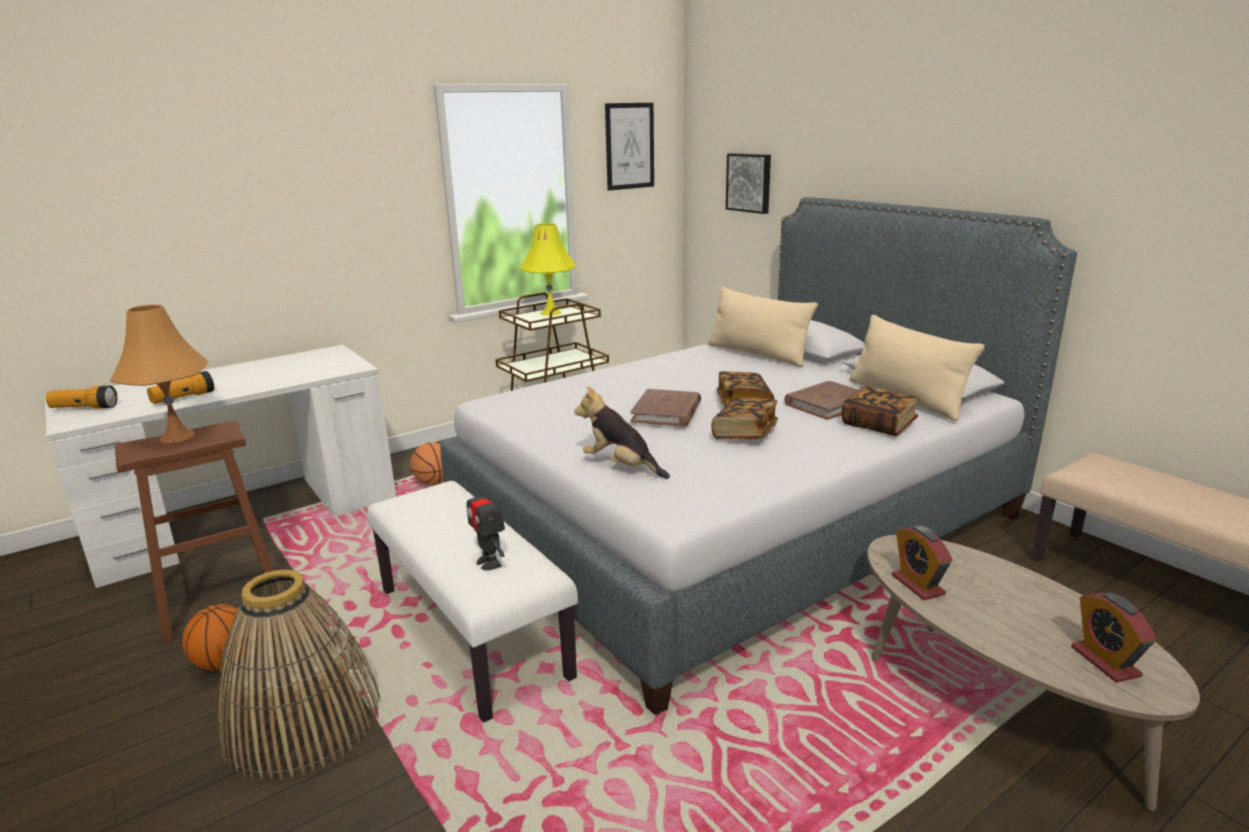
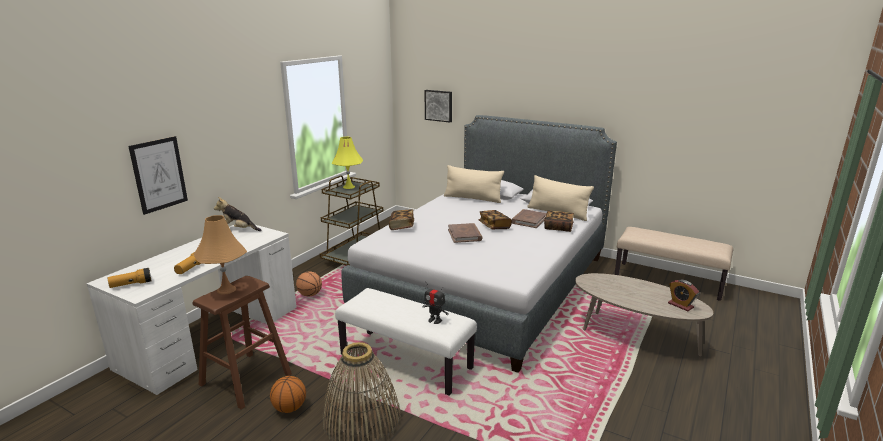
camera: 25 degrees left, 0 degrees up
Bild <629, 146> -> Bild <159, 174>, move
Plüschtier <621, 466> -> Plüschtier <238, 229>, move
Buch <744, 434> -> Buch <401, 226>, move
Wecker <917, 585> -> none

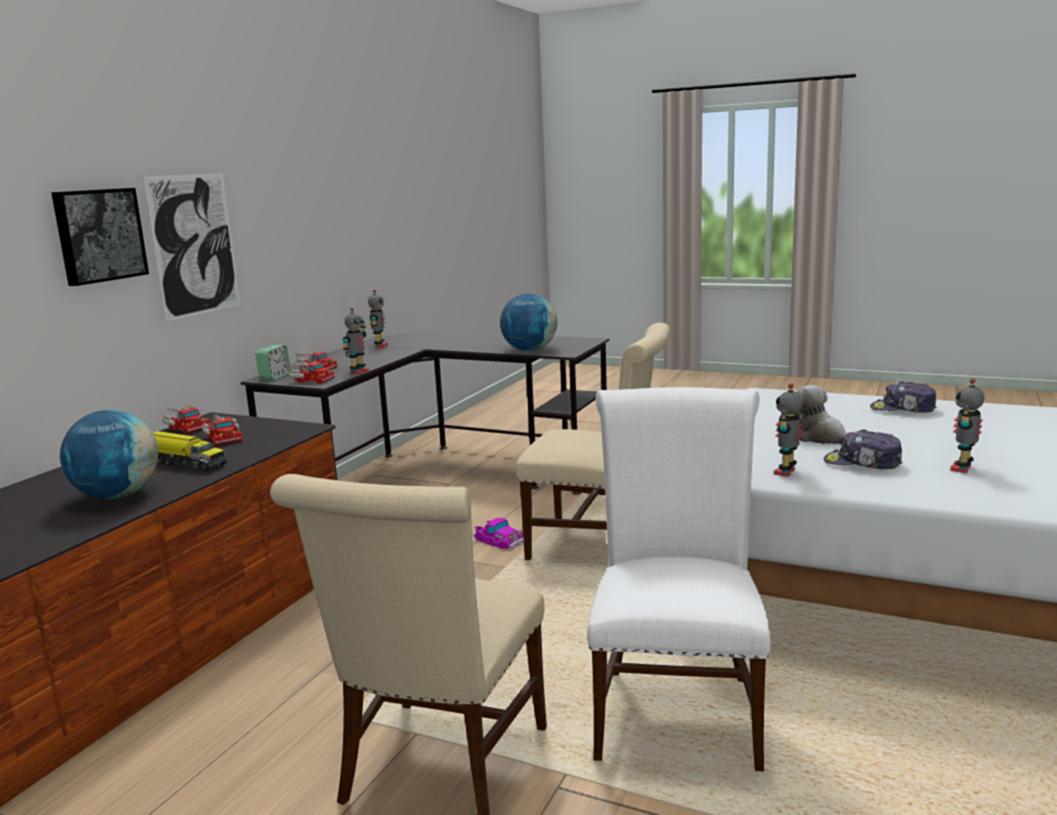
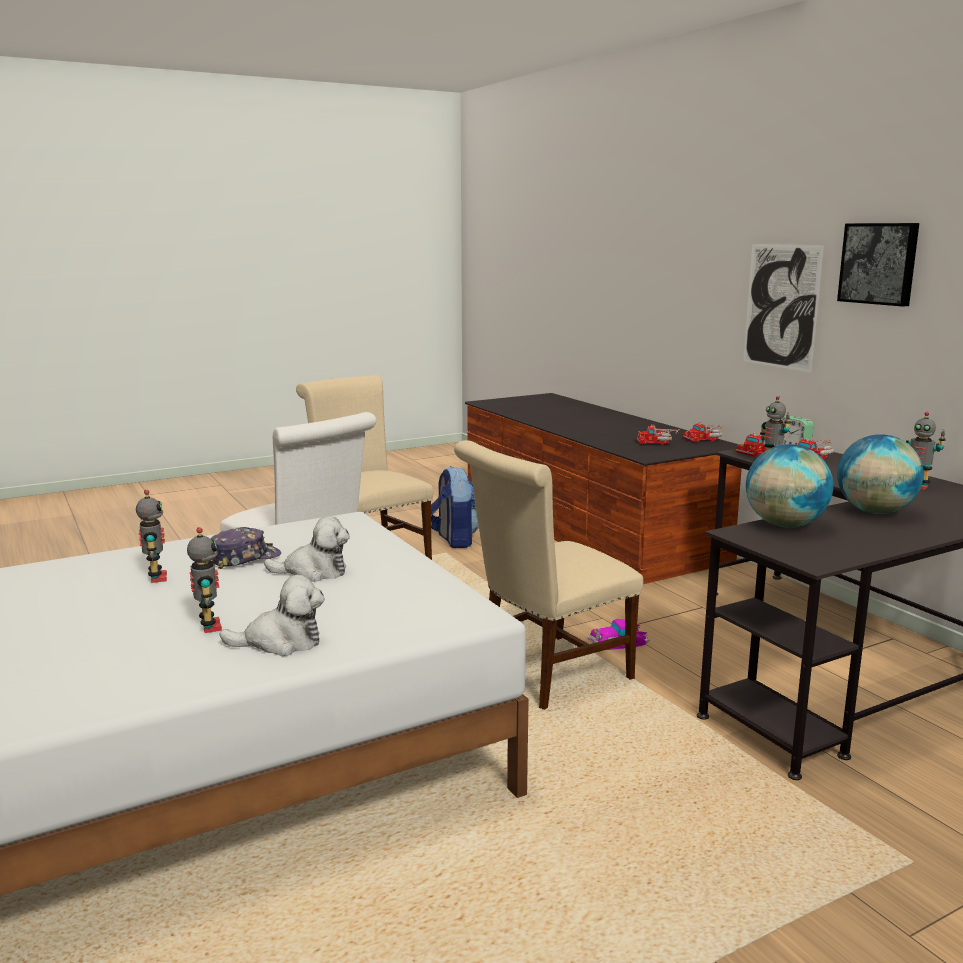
camera: 125 degrees right, 0 degrees up
Spielzeugroboter <786, 472> -> Spielzeugroboter <209, 627>, move
Kappe <903, 409> -> Plüschtier <281, 642>
none -> Rucksack <454, 540>
Bild <99, 235> -> Bild <879, 263>, move
Globus <117, 496> -> Globus <874, 512>, move
Spielzeuglaster <186, 463> -> none

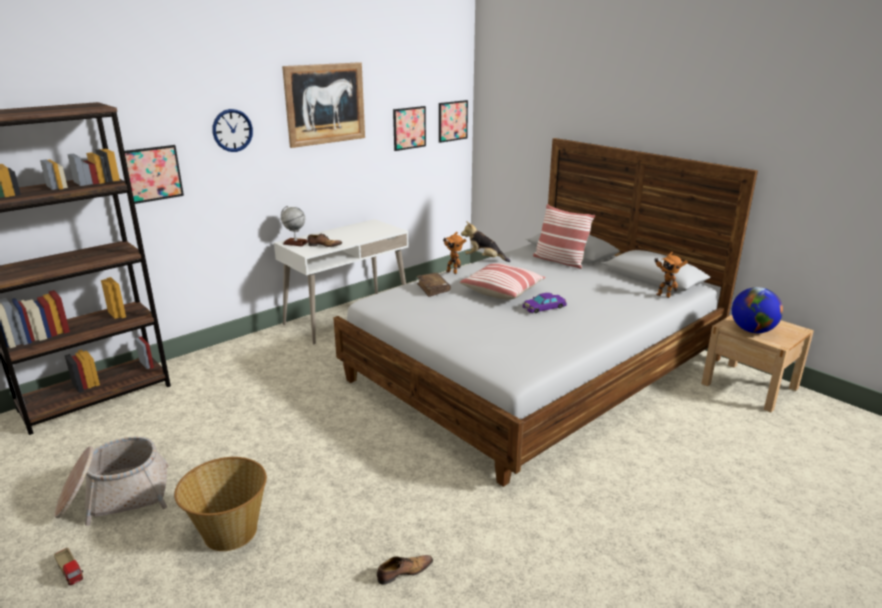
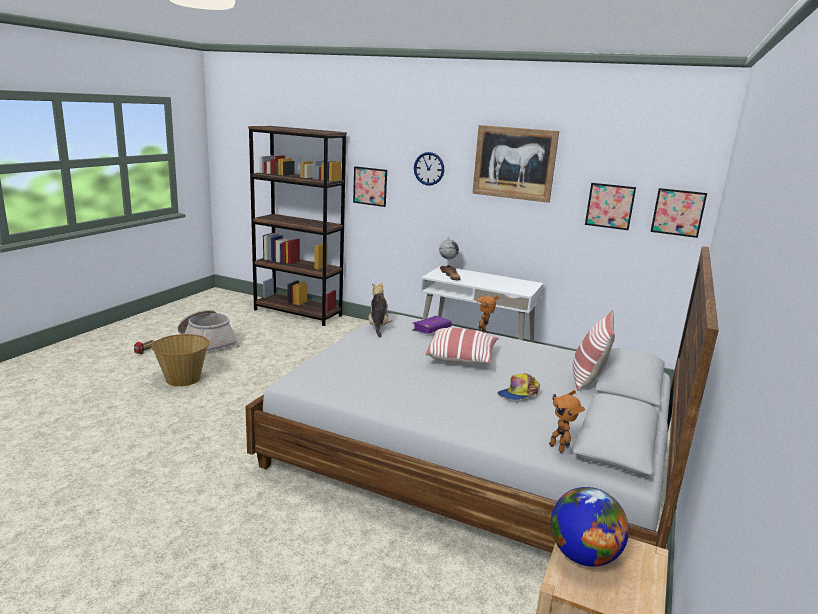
camera: 65 degrees right, 5 degrees down
Plüschtier <484, 259> -> Plüschtier <378, 326>, move
Buch (braun) <433, 289> -> Buch (lila) <431, 330>
none -> Kappe <518, 394>
Spielzeugroboter <664, 295> -> Spielzeugroboter <558, 447>, 45 degrees counterclockwise
Schuh <403, 572> -> none
Spielzeugauto (lila) <544, 307> -> none

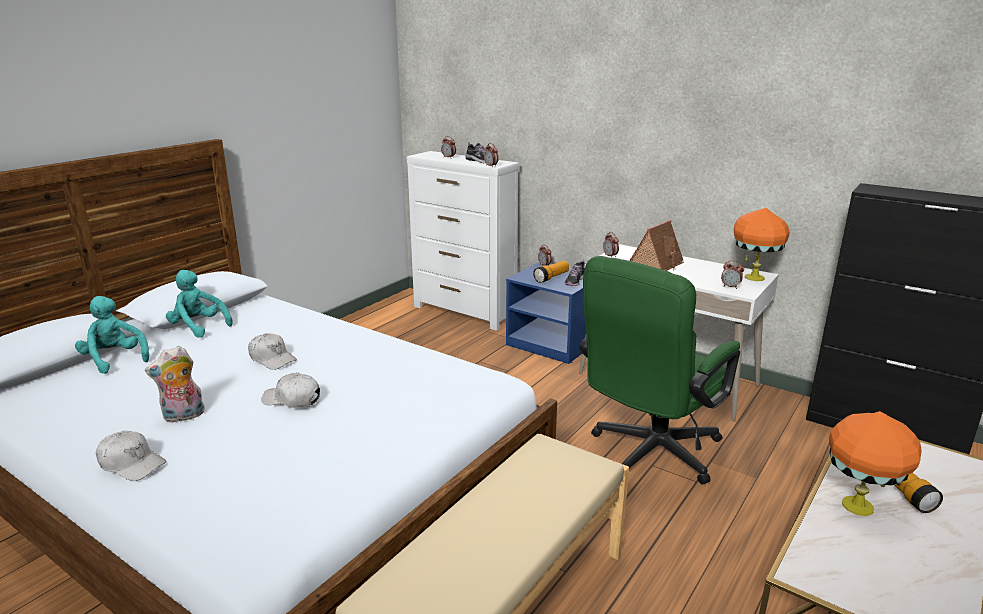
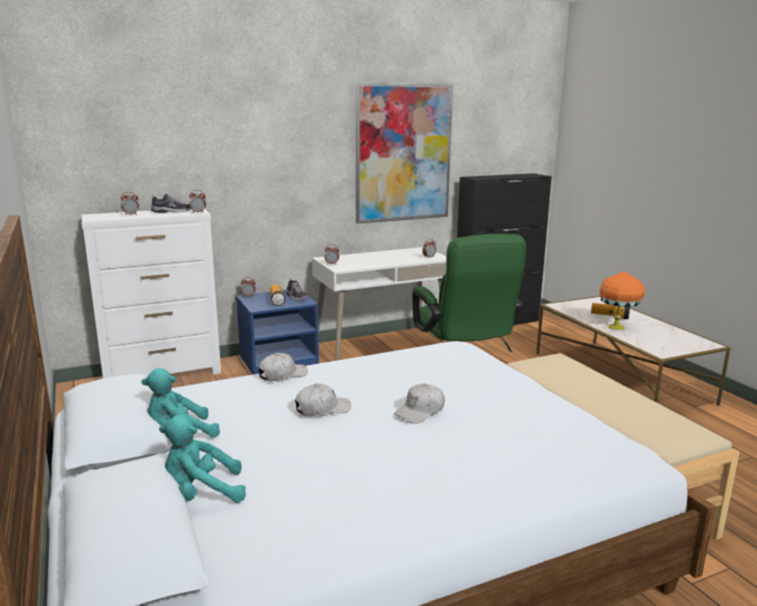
camera: 60 degrees left, 5 degrees down
Kappe (weiß) <131, 464> -> Kappe (weiß) <282, 375>, move
none -> Bild <403, 153>
Plüschtier <183, 416> -> none
Spielzeughaus <657, 265> -> none
Tischlampe (orange) <753, 277> -> none

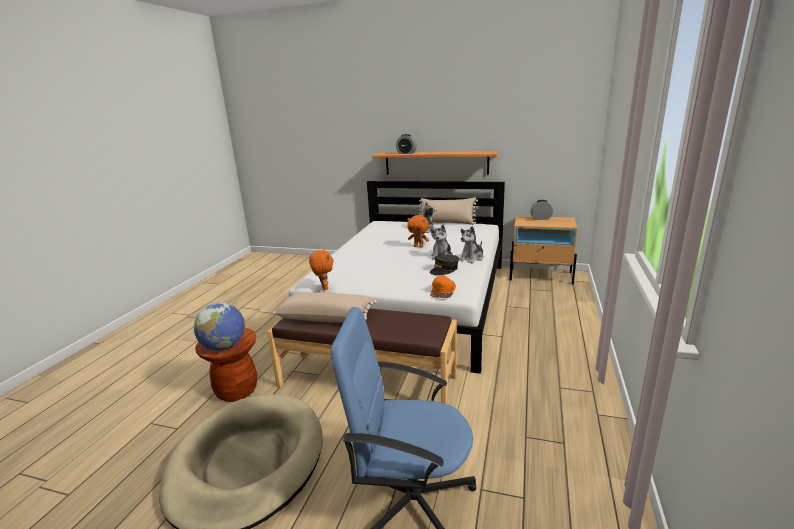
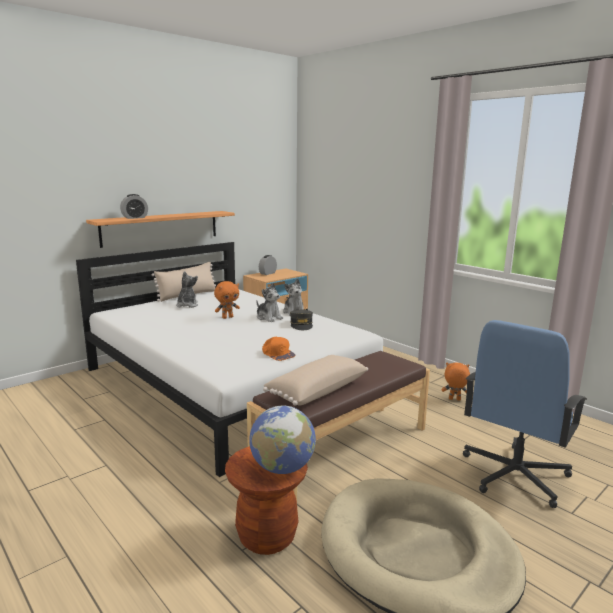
camera: 60 degrees left, 5 degrees down
Kappe (orange) <443, 291> -> Kappe (orange) <278, 354>, move
Plüschtier (orange) <323, 288> -> Plüschtier (orange) <454, 399>, move

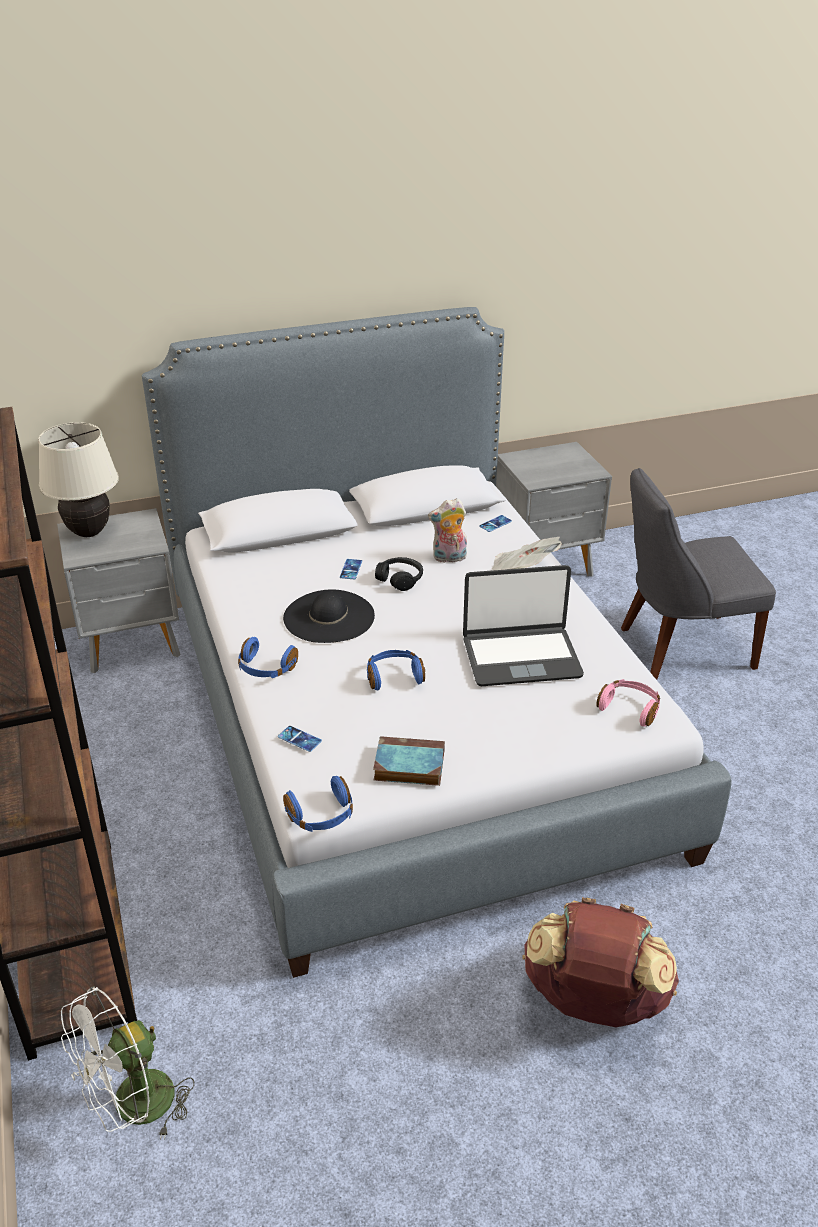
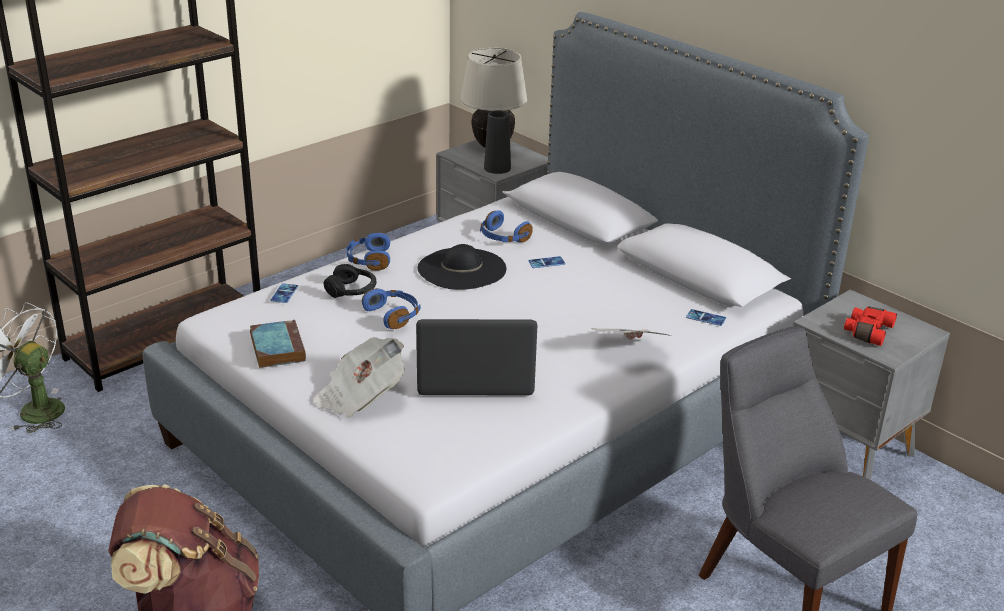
camera: 65 degrees right, 5 degrees down
none -> Zeitung <360, 397>
Kopfhörer (schwarz) <400, 579> -> Kopfhörer (schwarz) <352, 291>, move
Laptop <521, 657> -> Laptop <475, 376>, 120 degrees clockwise
Kopfhörer (blau) <321, 816> -> Kopfhörer (blau) <503, 238>, move
none -> Vase (schwarz) <497, 168>
none -> Fernglas (rot) <866, 332>
Plüschtier <449, 558> -> none
Kopfhörer (rosa) <629, 708> -> none

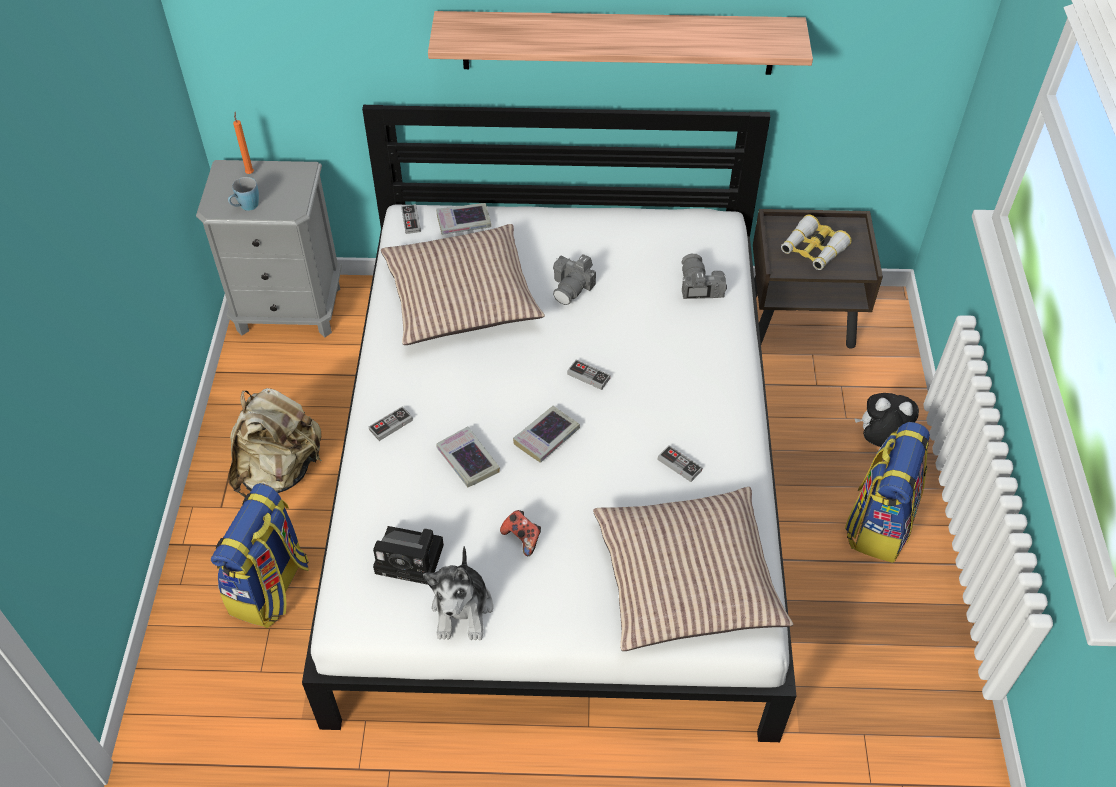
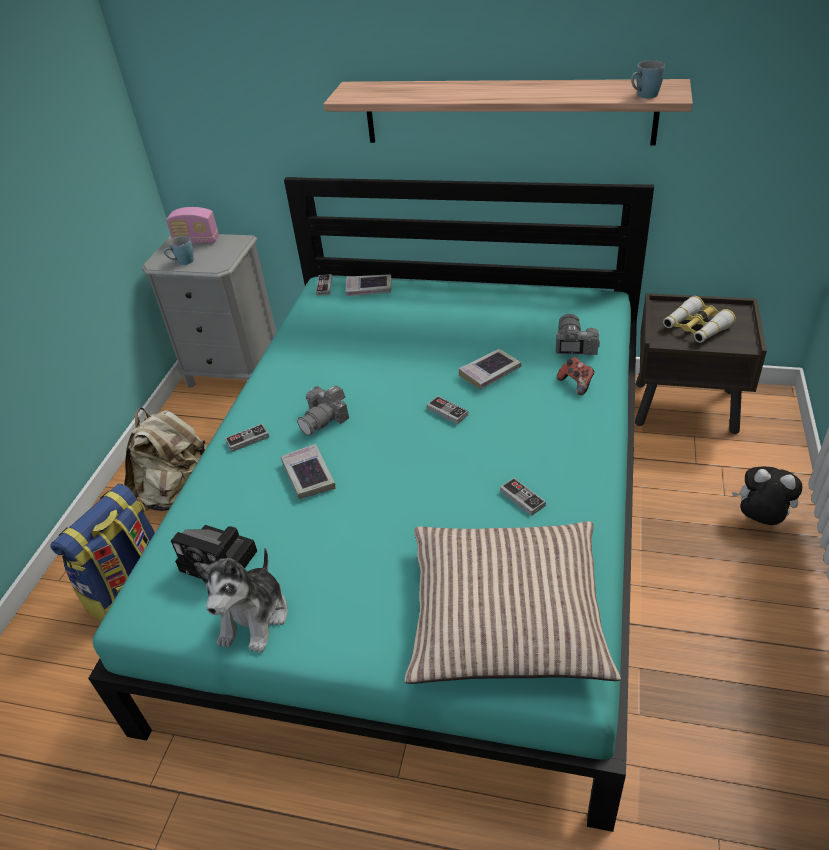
camera: 15 degrees right, 10 degrees down
Bett (weiß) <560, 479> -> Bett (türkis) <426, 524>
Kerze (orange) <250, 172> -> Radio <196, 241>
Kamera <572, 287> -> Kamera <325, 419>, move
Buch <546, 437> -> Buch <490, 373>, move
Gamepad <522, 538> -> Gamepad <576, 384>, move
none -> Henkelbecher (blau) <643, 96>
Kissen <461, 297> -> none
Rucksack <878, 523> -> none

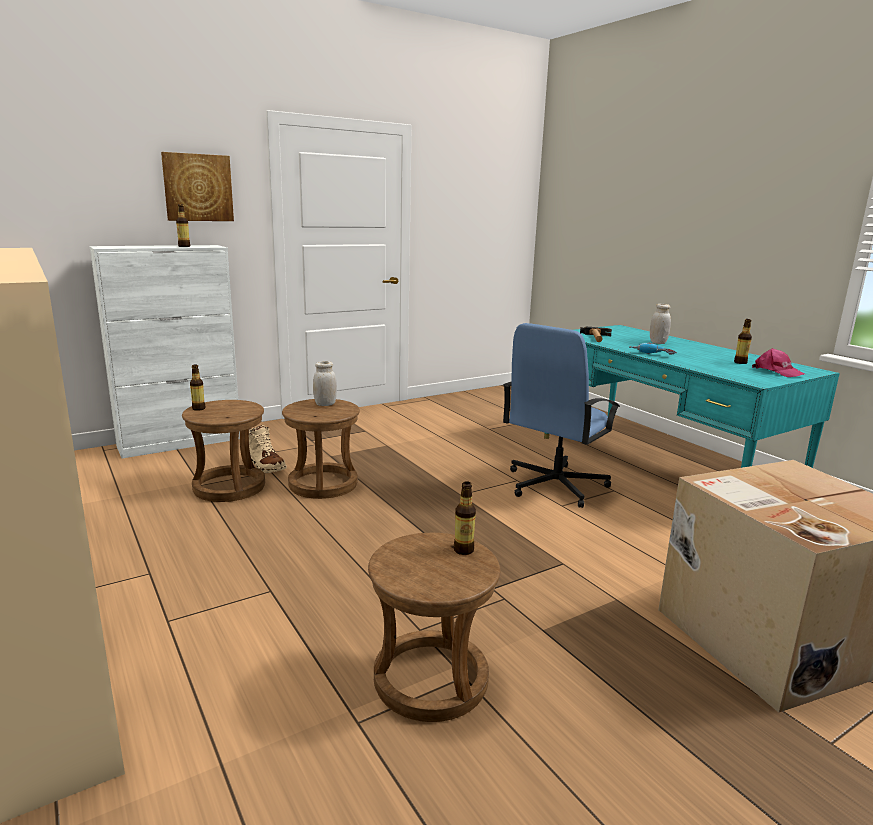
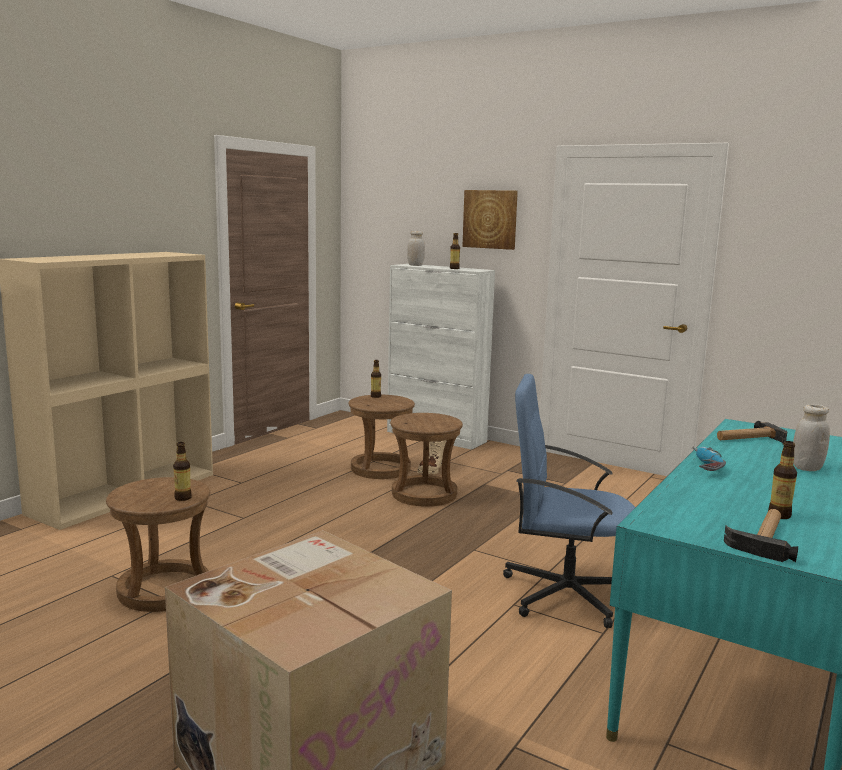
camera: 65 degrees right, 5 degrees down
Vorratsglas (weiß) <325, 404> -> Vorratsglas (weiß) <415, 265>, move
Kappe (rosa) <777, 371> -> Hammer <764, 538>

